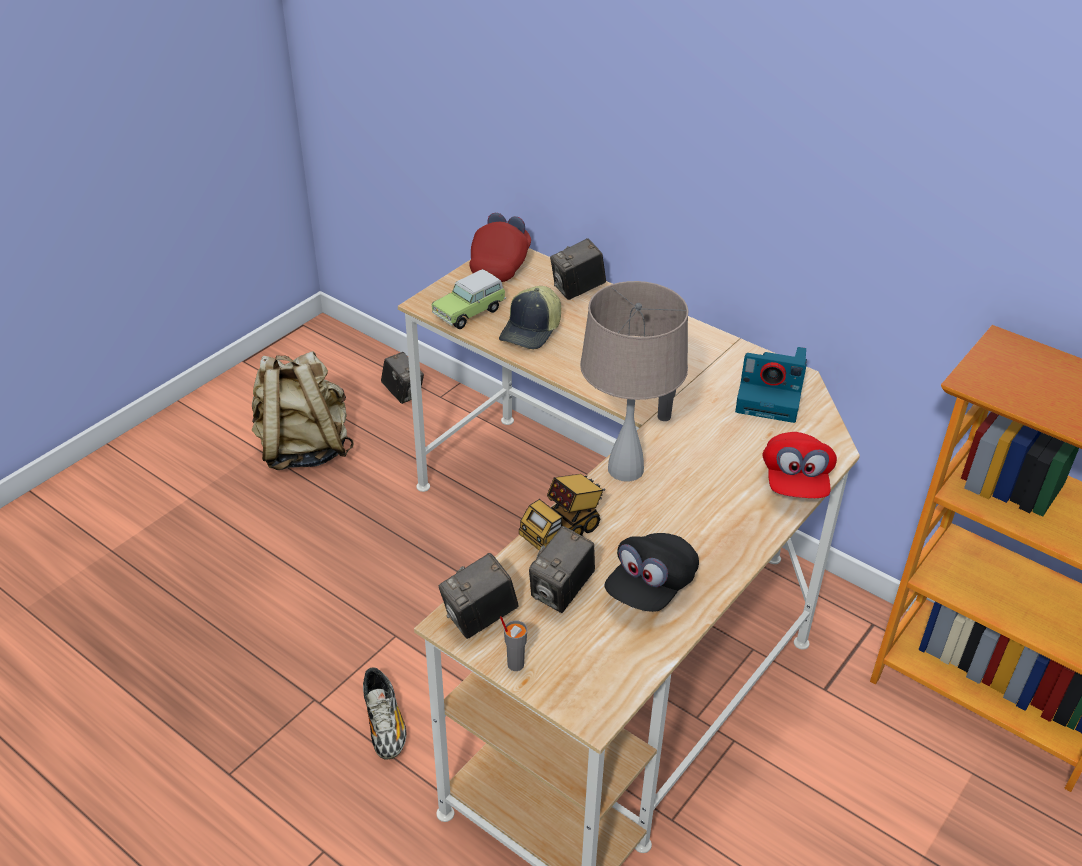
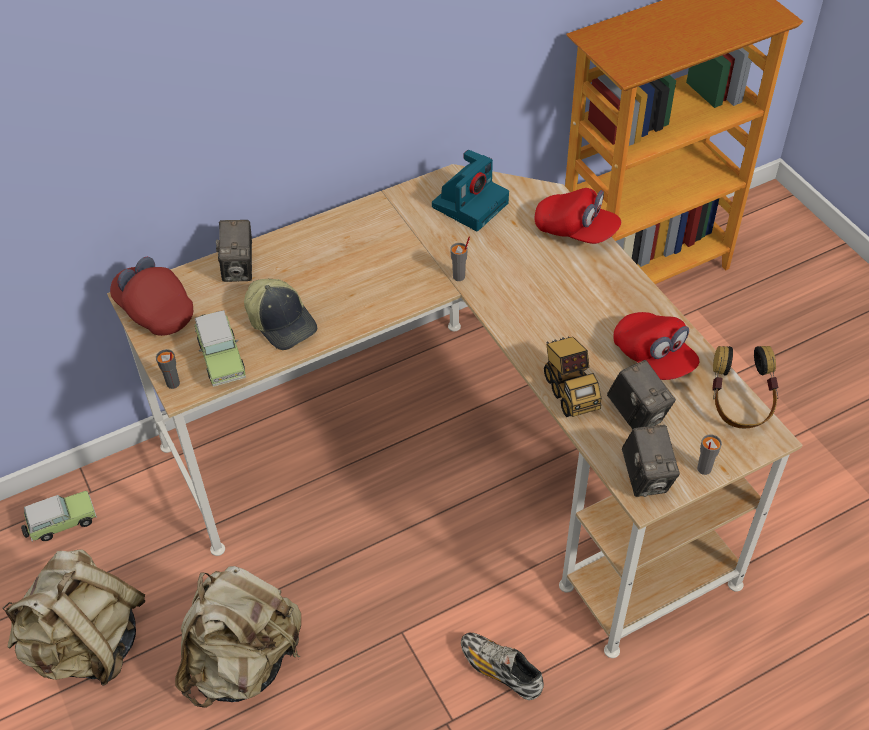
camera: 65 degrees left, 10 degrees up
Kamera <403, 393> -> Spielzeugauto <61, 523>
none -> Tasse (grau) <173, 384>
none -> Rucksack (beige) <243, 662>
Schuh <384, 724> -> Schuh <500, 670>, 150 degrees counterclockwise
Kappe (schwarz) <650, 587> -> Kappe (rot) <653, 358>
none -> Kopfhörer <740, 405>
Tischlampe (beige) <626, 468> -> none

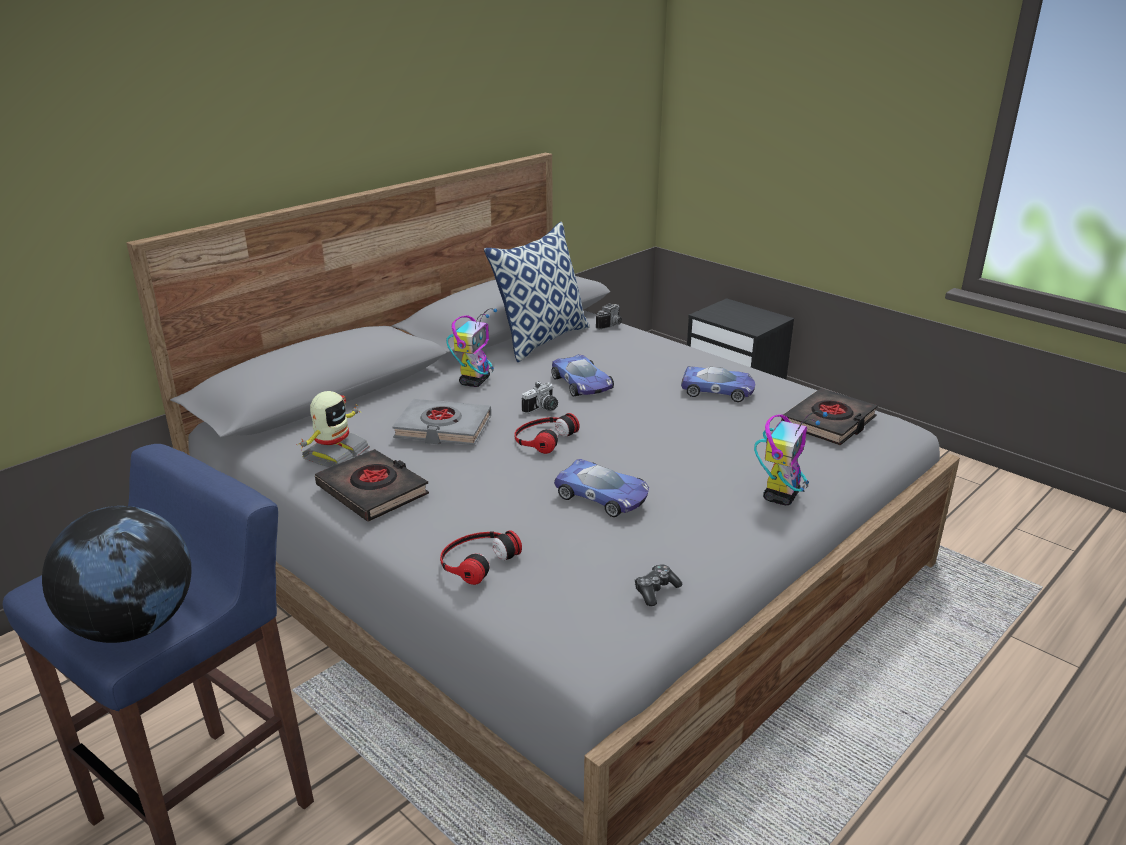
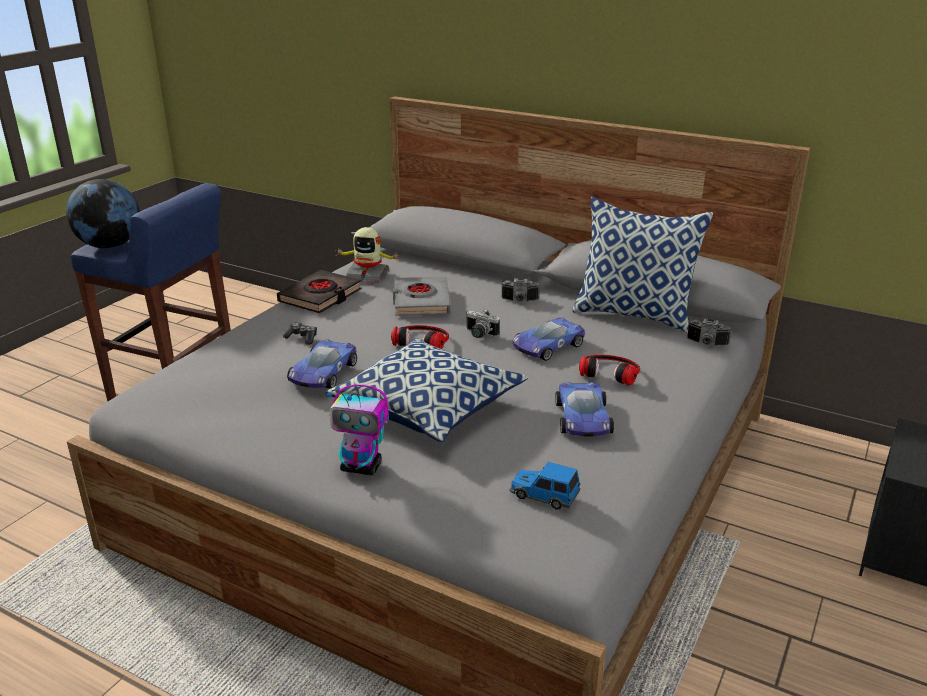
camera: 75 degrees right, 0 degrees up
Gamepad <656, 590> -> Gamepad <302, 338>, move
none -> Kissen <428, 408>
Spielzeugroboter <475, 381> -> Kamera <519, 301>
Buch (schwarz) <829, 422> -> Spielzeugauto <544, 495>
Kopfhörer <476, 560> -> Kopfhörer <610, 372>, move

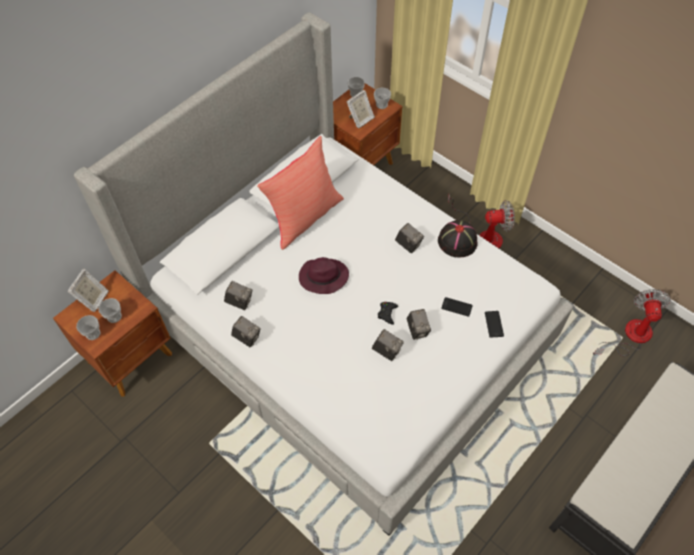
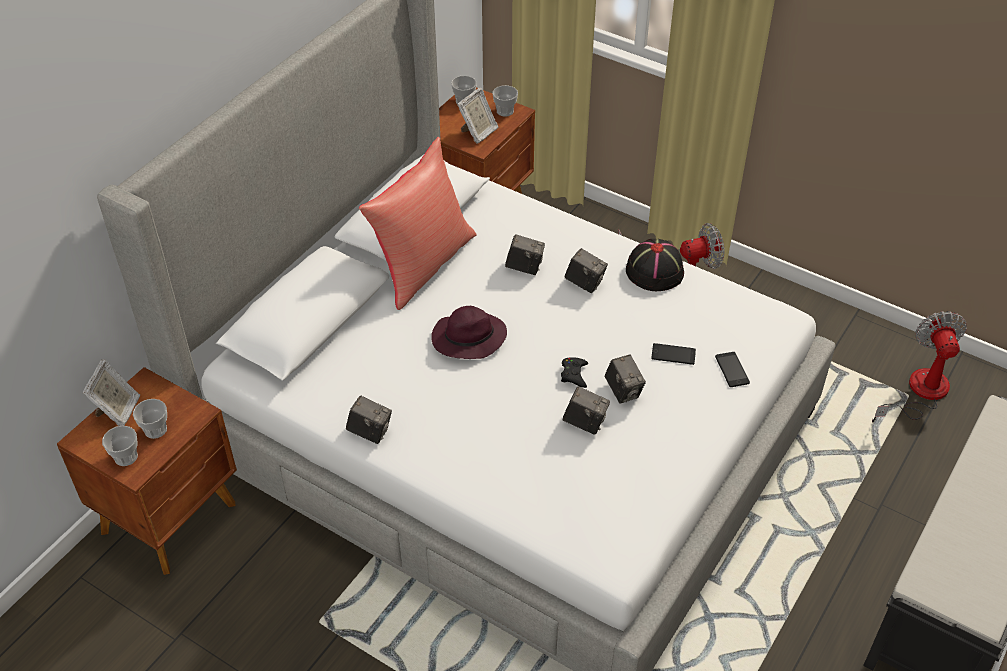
camera: 10 degrees left, 10 degrees down
Kamera <239, 302> -> Kamera <524, 267>, move

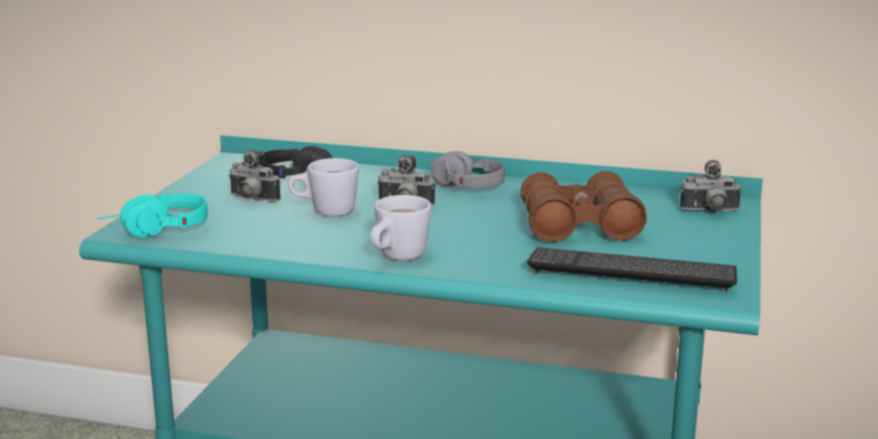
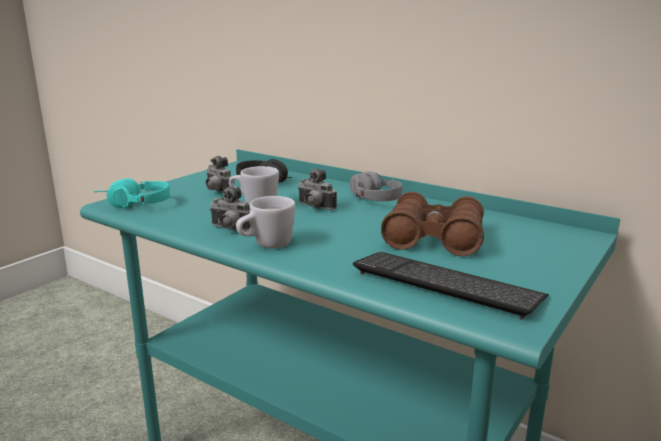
camera: 20 degrees right, 0 degrees up
Kamera <710, 212> -> Kamera <231, 229>, move

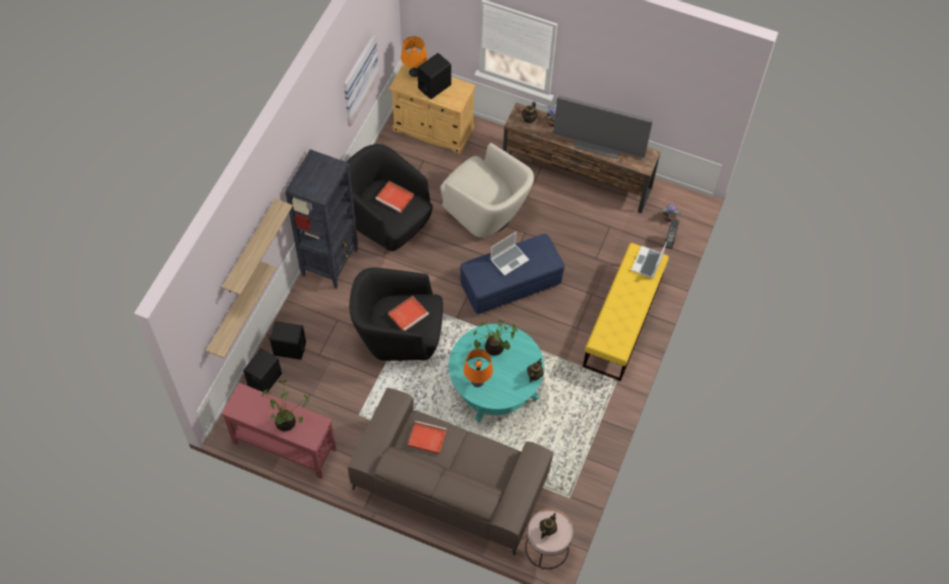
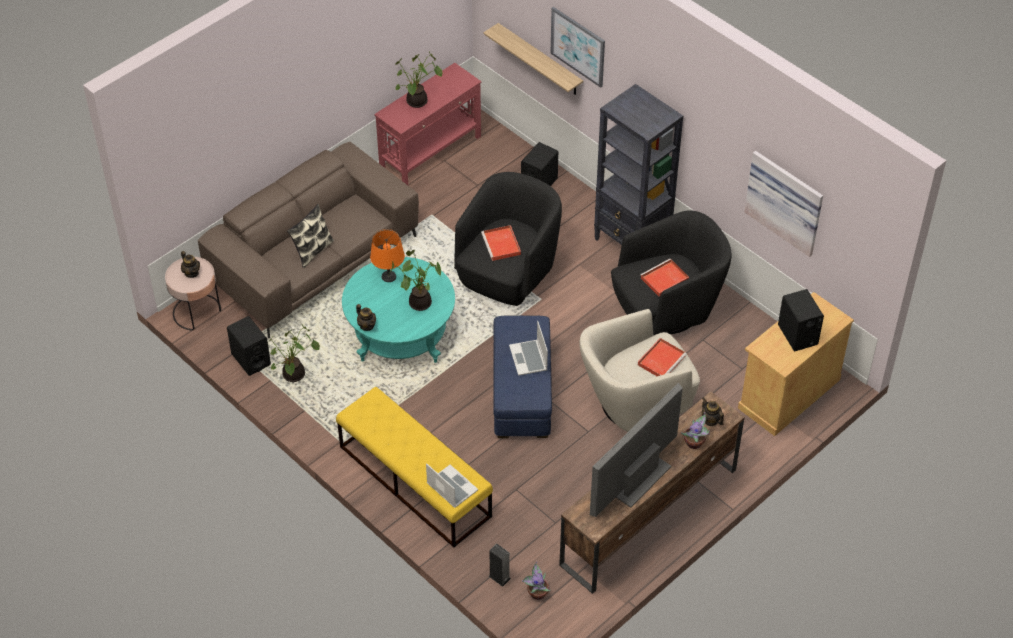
camera: 115 degrees right, 10 degrees down
Lautsprecher (schwarz) <264, 380> -> Lautsprecher (schwarz) <251, 359>, move
none -> Topfpflanze <294, 376>
none -> Kissen <312, 251>
Wandregal <250, 248> -> Bild <578, 46>
Tablett (rot) <426, 438> -> Tablett (rot) <661, 359>, move
Tischlampe (orange) <414, 72> -> none

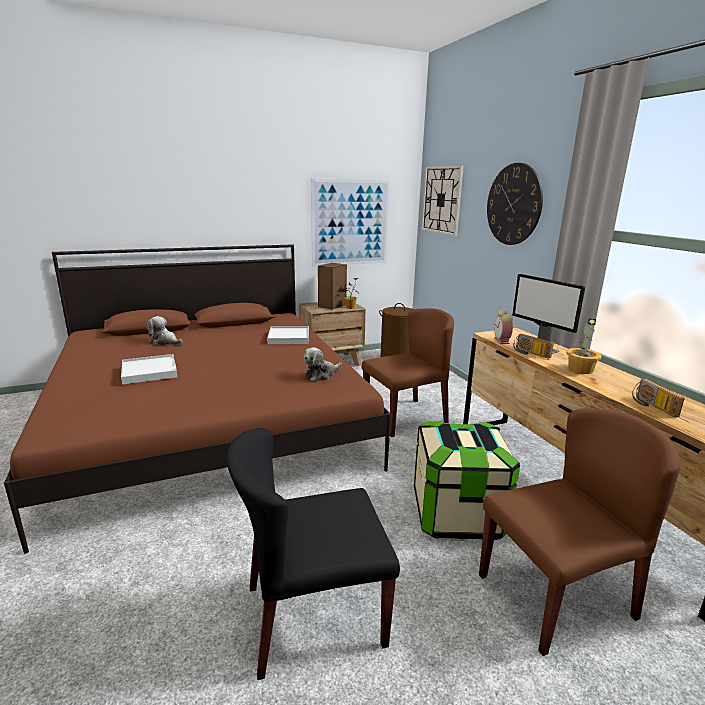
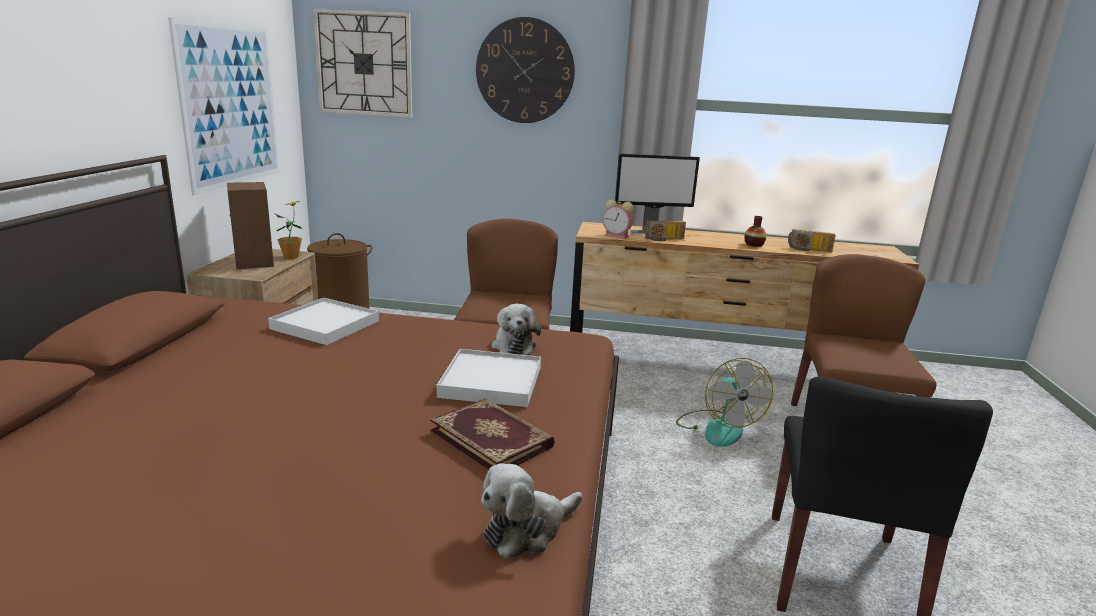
camera: 60 degrees left, 0 degrees up
none -> Buch <492, 438>
Tablett (weiß) <150, 372> -> Tablett (weiß) <491, 382>, move
Plüschtier <165, 342> -> Plüschtier <527, 530>, move
Aufbewahrungsbox <457, 514> -> Ventilator <718, 428>
none -> Vase <754, 245>
Topfpflanze <580, 369> -> none

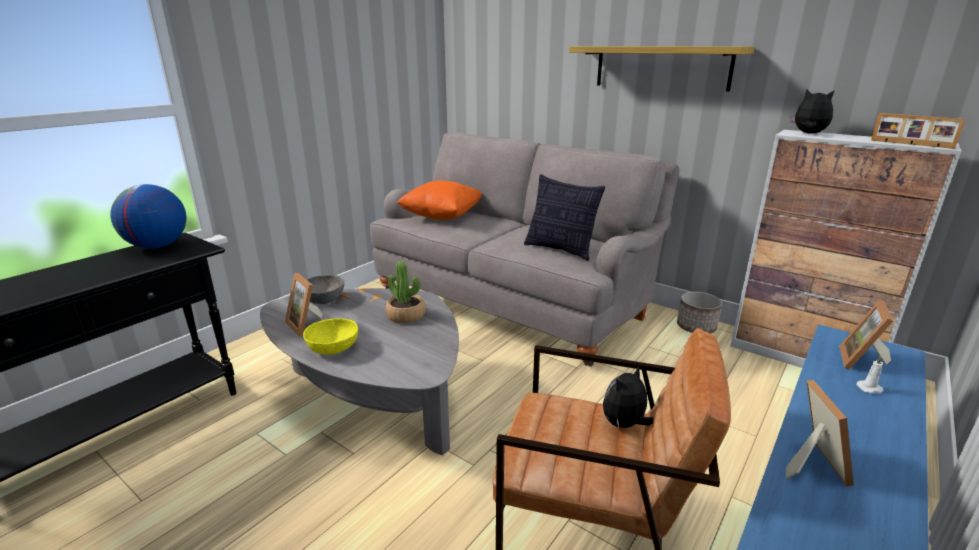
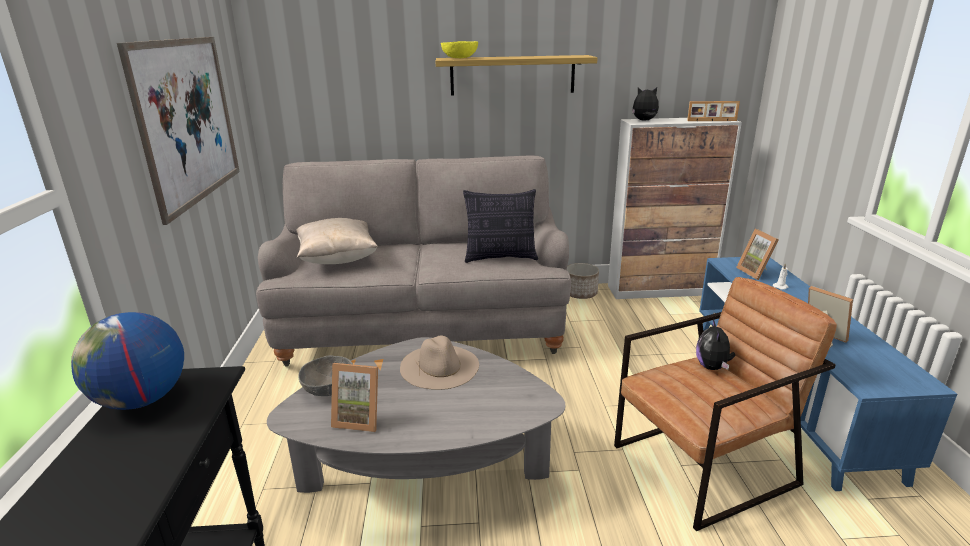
camera: 40 degrees left, 0 degrees up
none -> Bild <189, 121>
Kissen (orange) <442, 216> -> Kissen (beige) <337, 259>
Topfpflanze <406, 315> -> Hut (beige) <439, 366>
Schüssel (gelb) <333, 348> -> Schüssel (gelb) <460, 58>, move

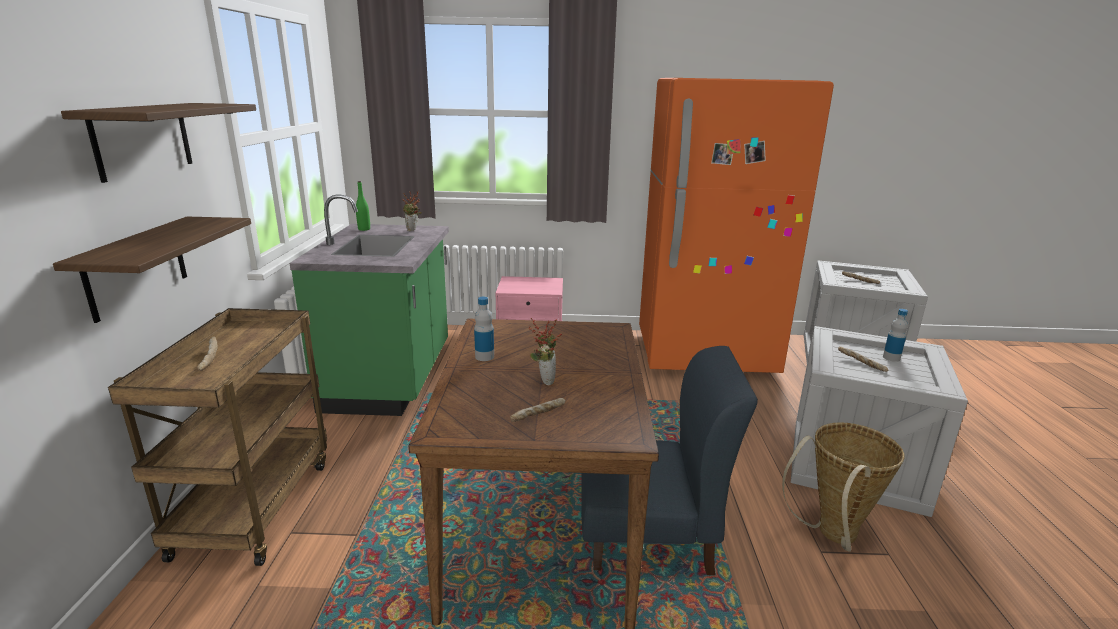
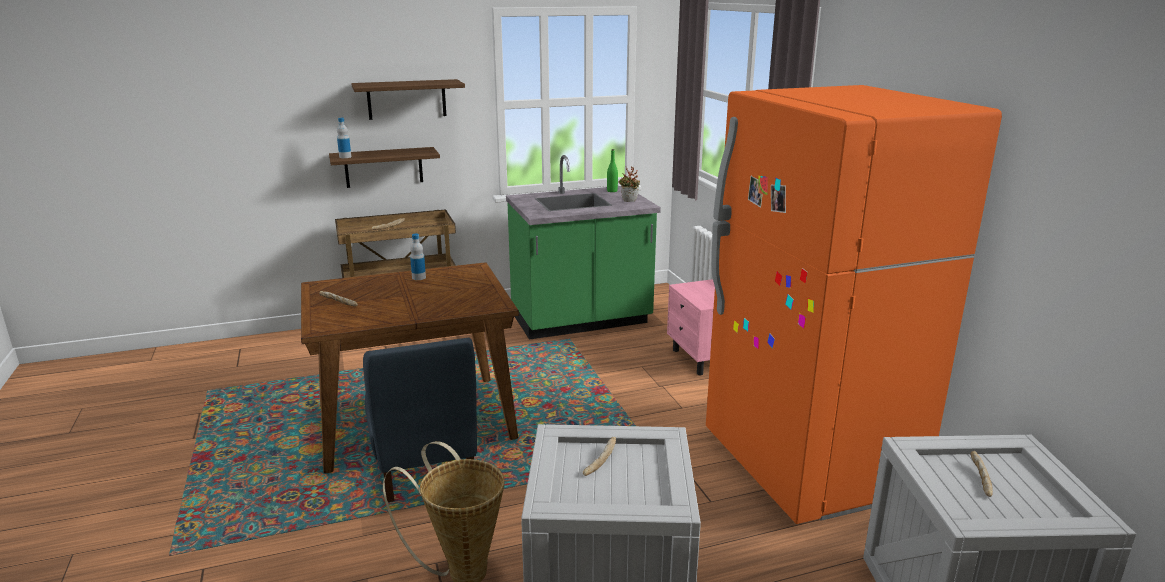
camera: 70 degrees right, 0 degrees up
Flasche <891, 358> -> Flasche <345, 157>, move
Topfpflanze <544, 380> -> none

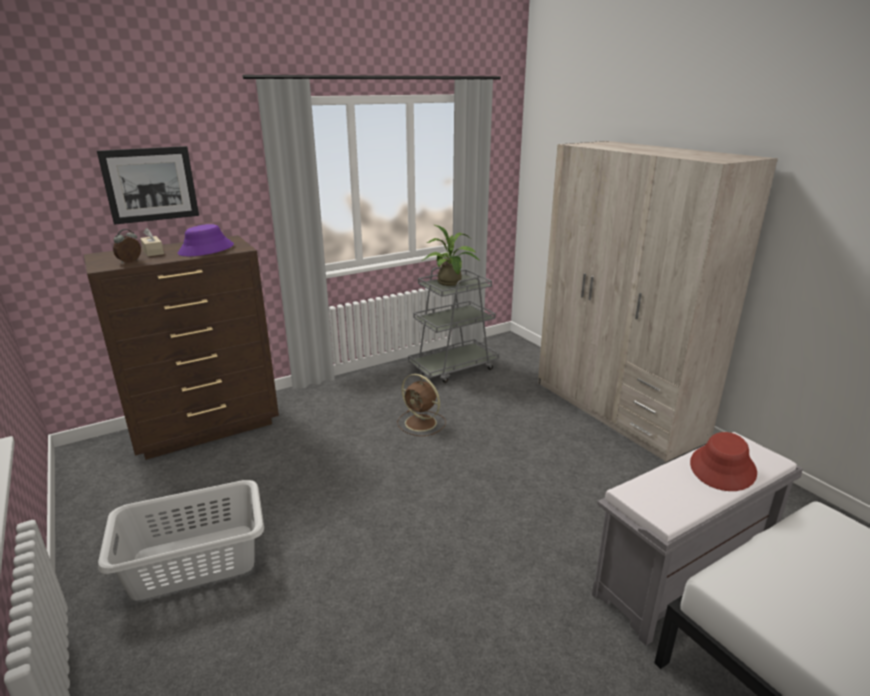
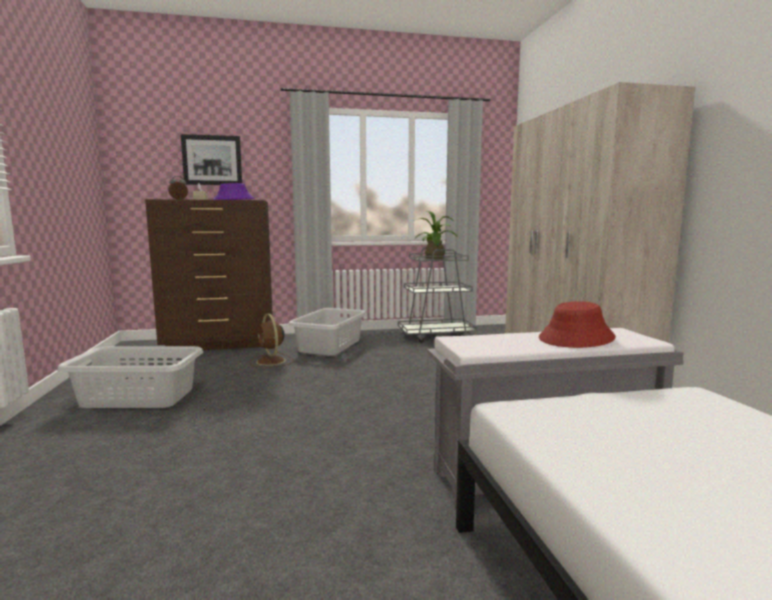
camera: 20 degrees right, 15 degrees down
Ventilator (braun) <422, 423> -> Ventilator (braun) <271, 361>, move
none -> Wäschekorb (grau) <330, 346>

